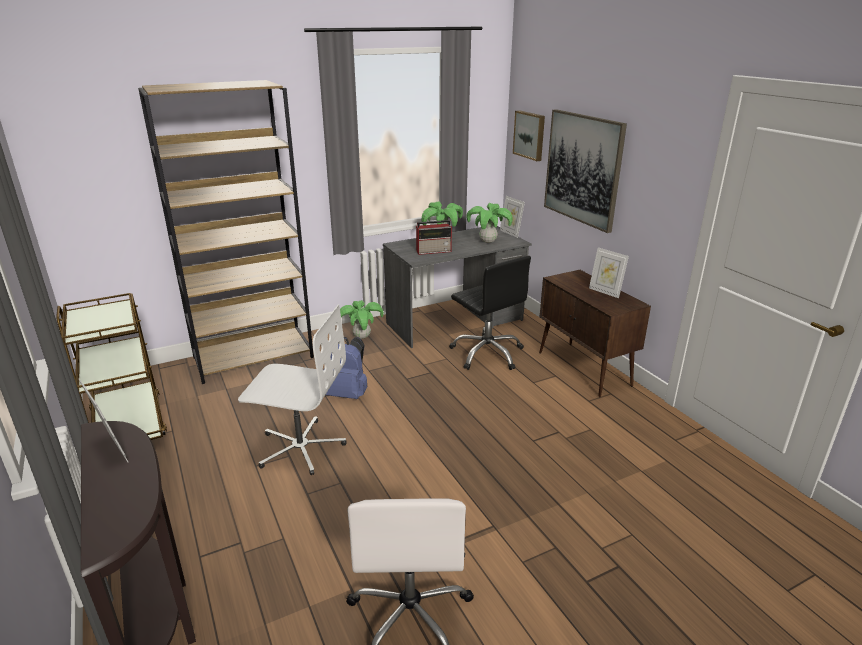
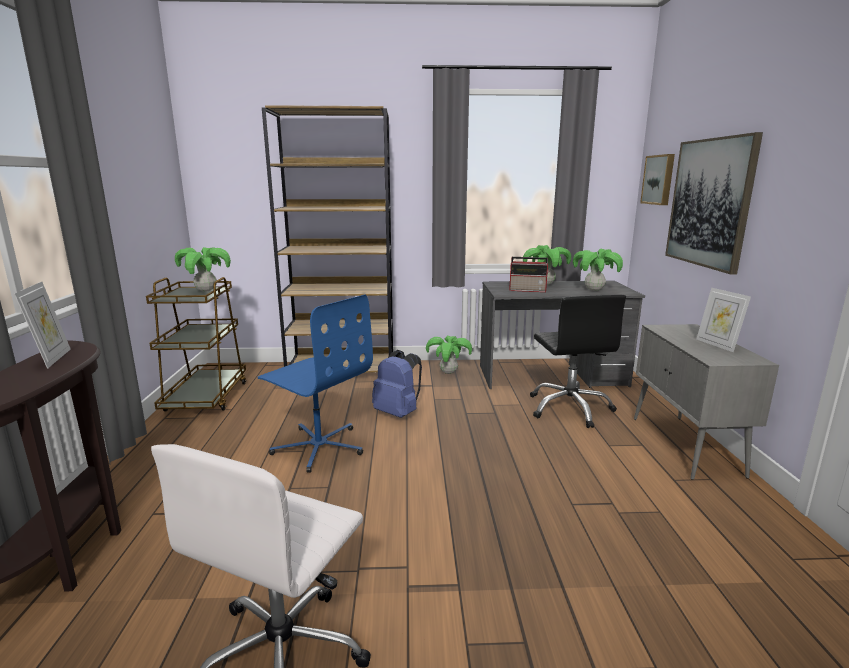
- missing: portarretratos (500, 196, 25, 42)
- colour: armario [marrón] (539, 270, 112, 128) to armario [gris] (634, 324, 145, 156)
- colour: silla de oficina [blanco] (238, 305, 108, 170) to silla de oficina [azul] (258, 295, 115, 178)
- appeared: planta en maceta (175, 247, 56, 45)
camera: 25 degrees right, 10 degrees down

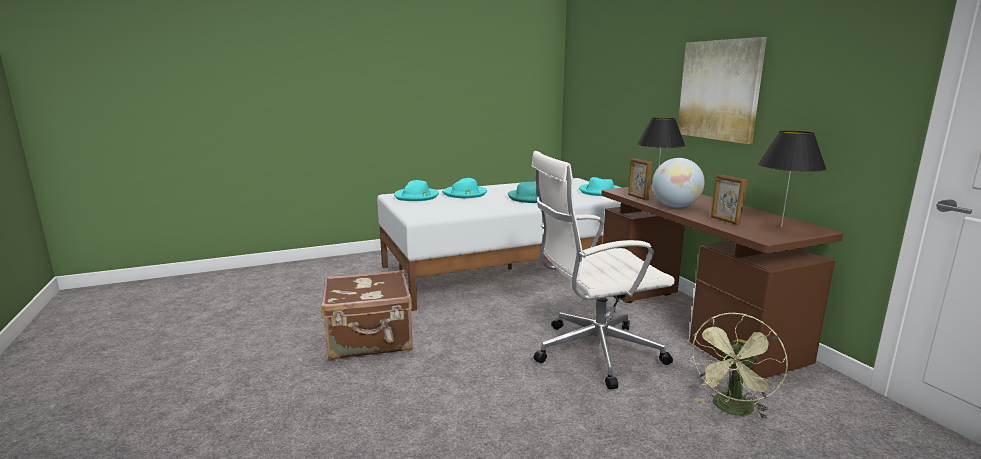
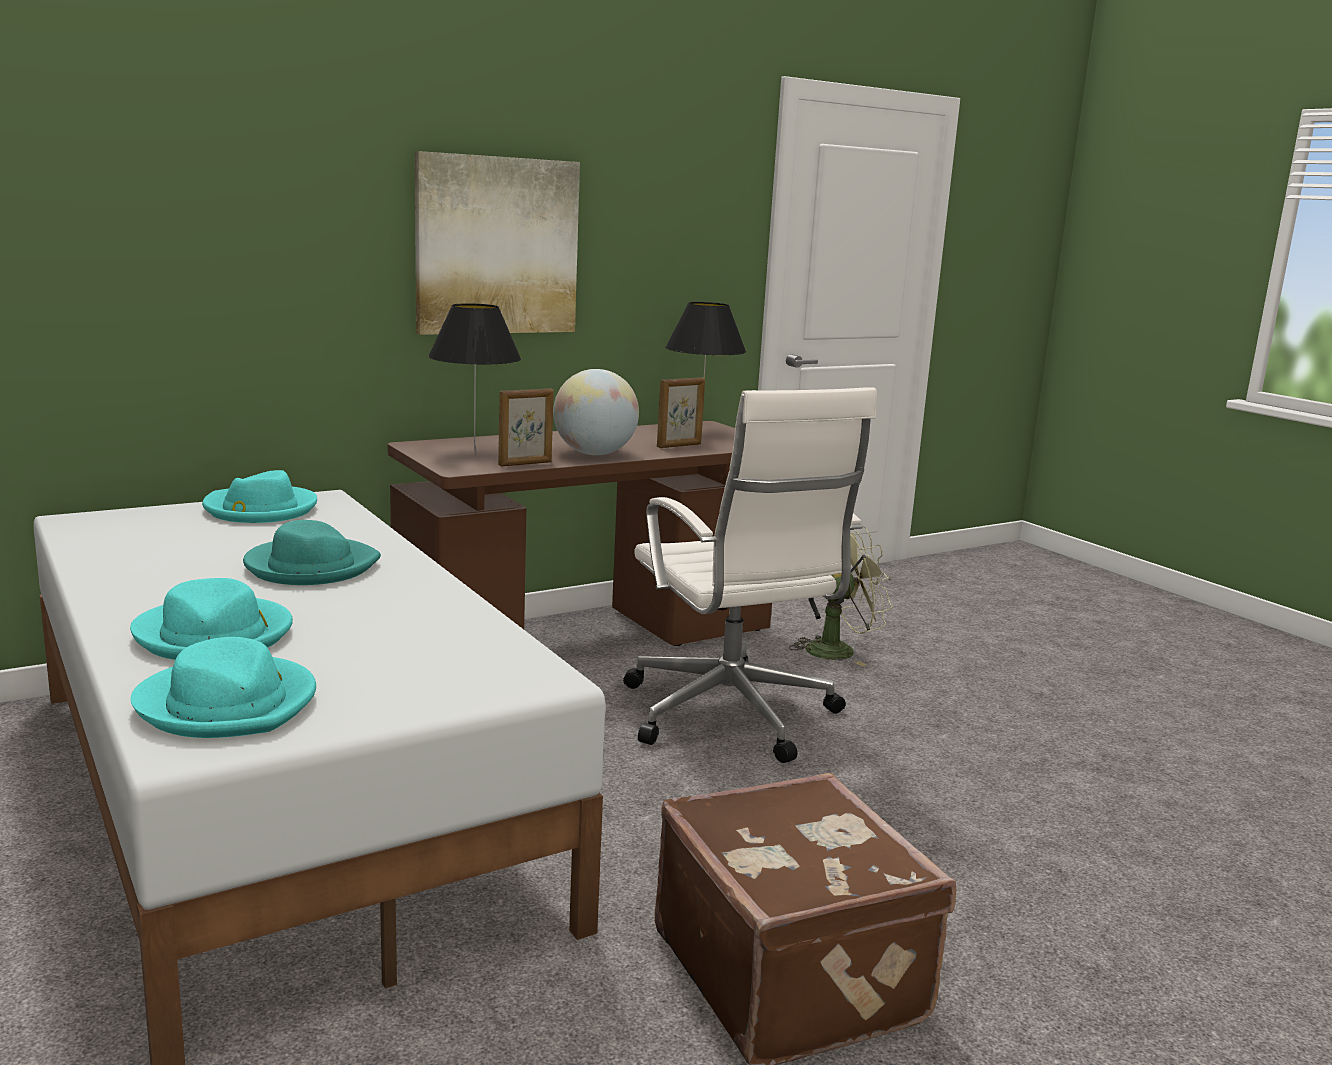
- spun: ventilador [verde] (689, 313, 99, 107) = (789, 526, 104, 140) 45 degrees counterclockwise
camera: 100 degrees left, 0 degrees up

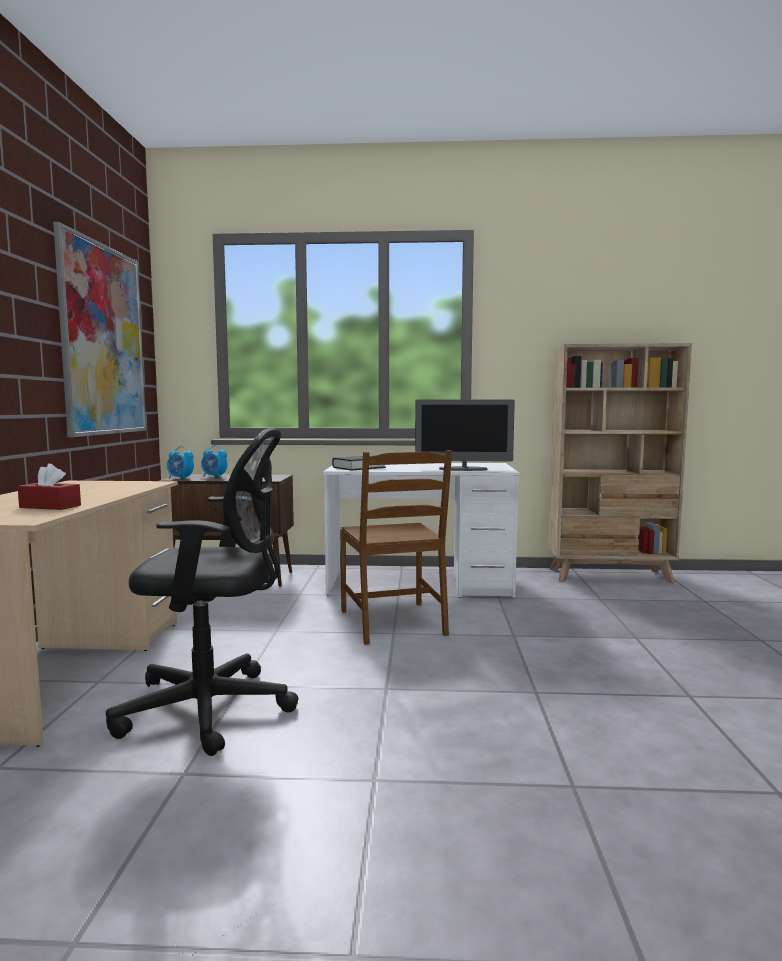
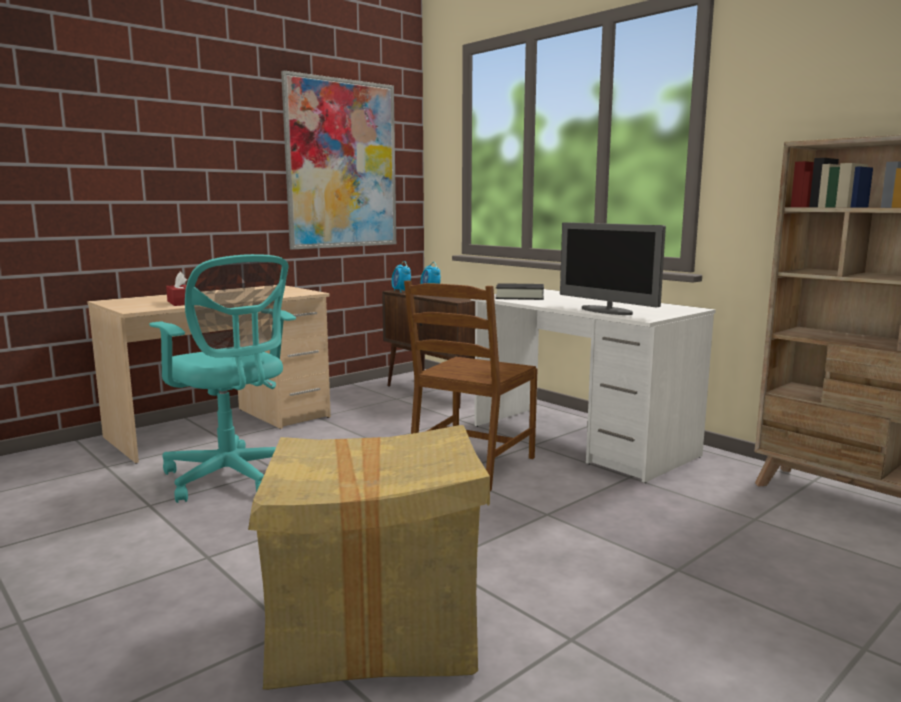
- colour: silla de oficina [negro] (106, 428, 193, 328) to silla de oficina [turquesa] (149, 254, 147, 249)
- appeared: caja de cartón (248, 425, 242, 265)
camera: 45 degrees right, 5 degrees up

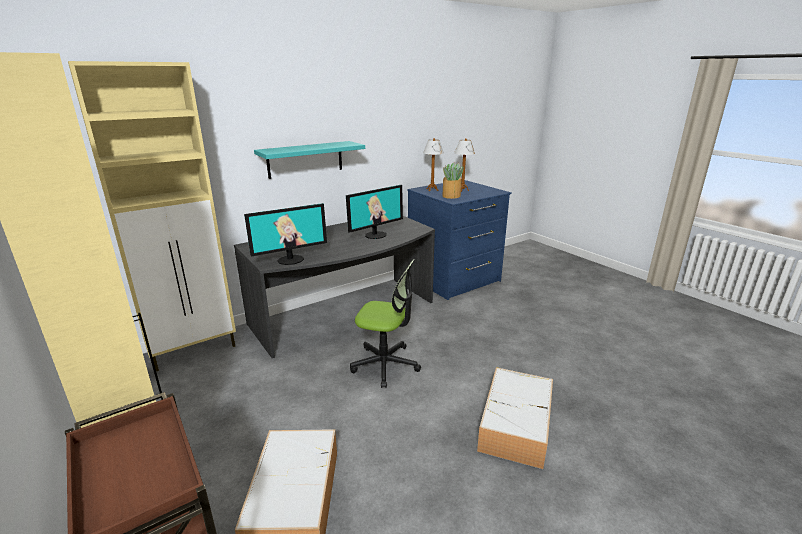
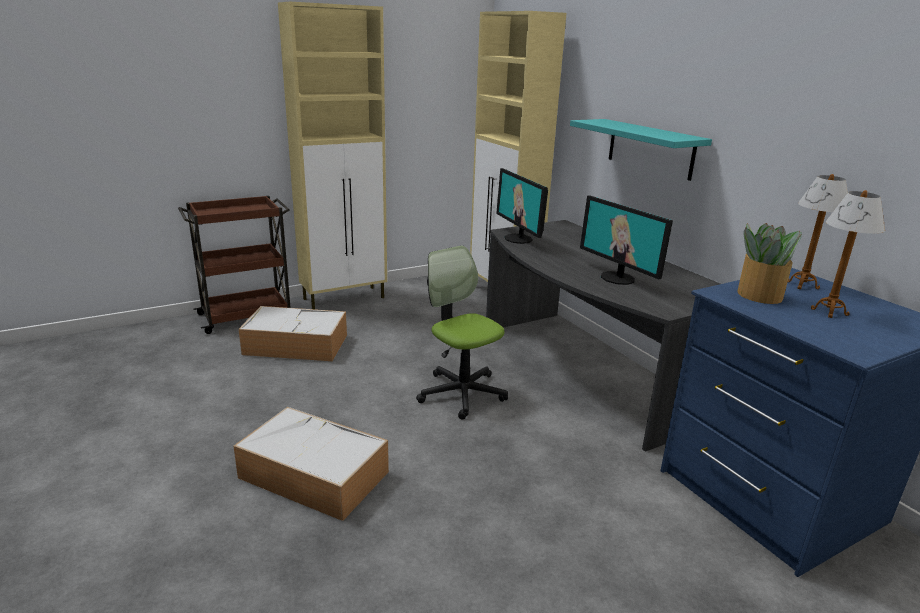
- spun: silla de oficina (350, 259, 71, 129) = (416, 245, 92, 174) 120 degrees clockwise
camera: 95 degrees right, 0 degrees up

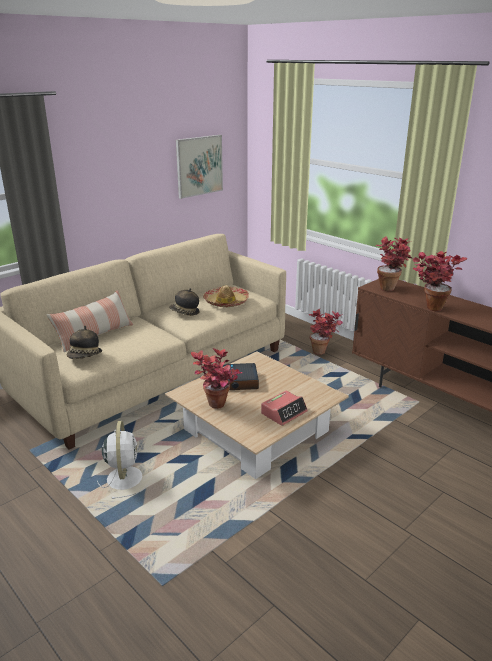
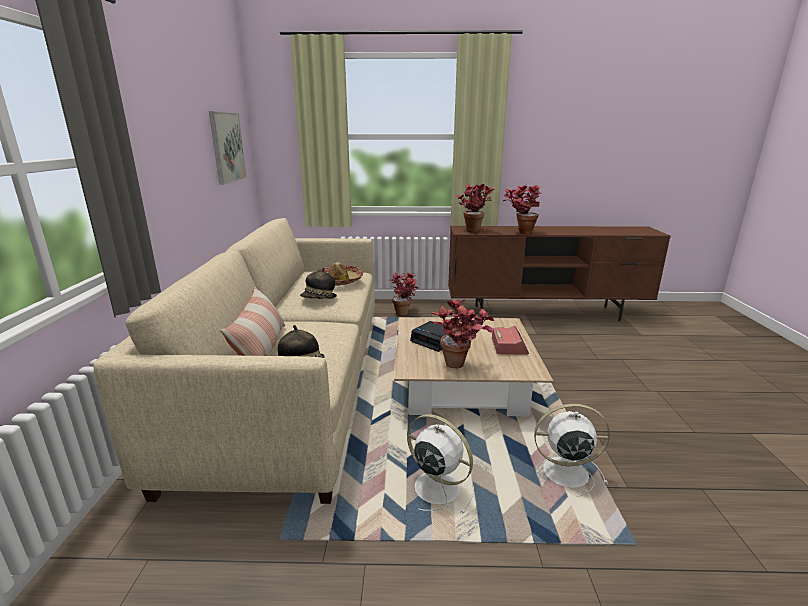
- appeared: ventilador [blanco] (534, 404, 76, 93)
camera: 45 degrees left, 5 degrees down

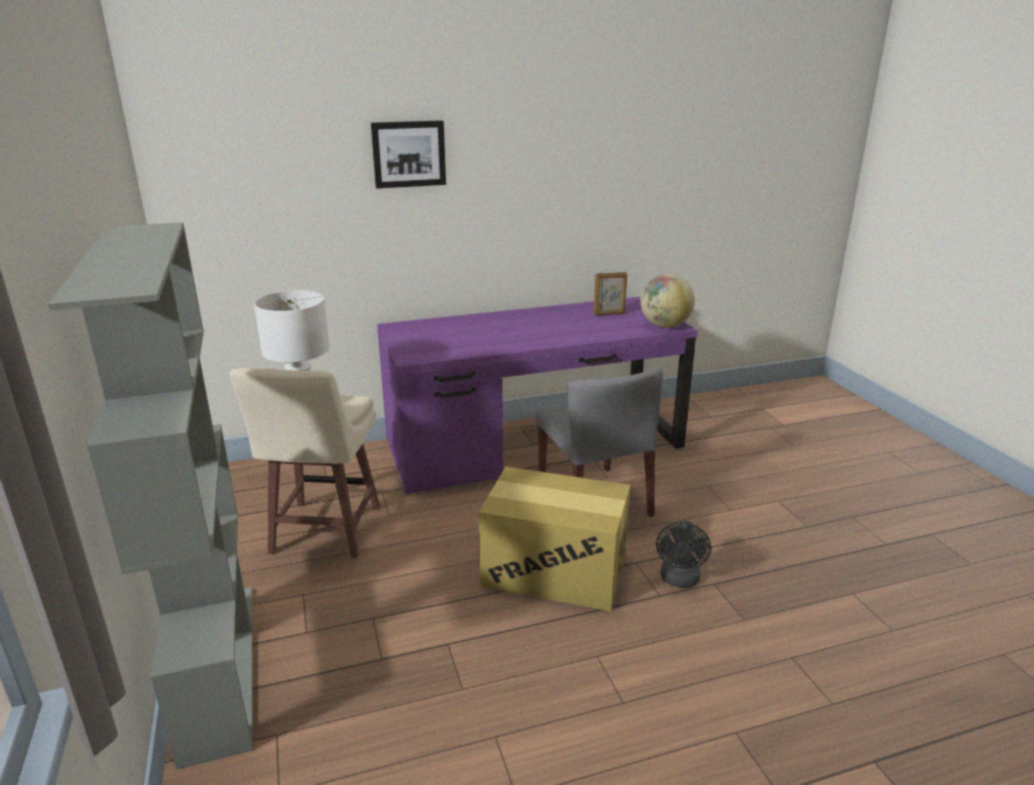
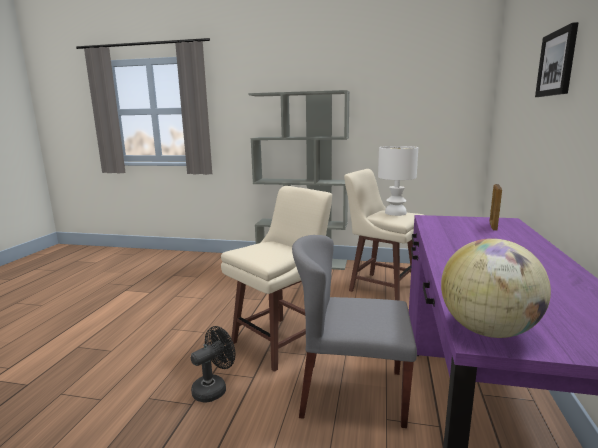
- relocated: portarretratos (593, 272, 34, 43) to (489, 184, 13, 47)
- exchanged: caja de cartón (479, 467, 151, 144) to taburete [beis] (221, 186, 111, 186)
- spun: ventilador [negro] (656, 520, 55, 68) = (191, 326, 44, 77) 90 degrees clockwise
camera: 120 degrees right, 10 degrees down

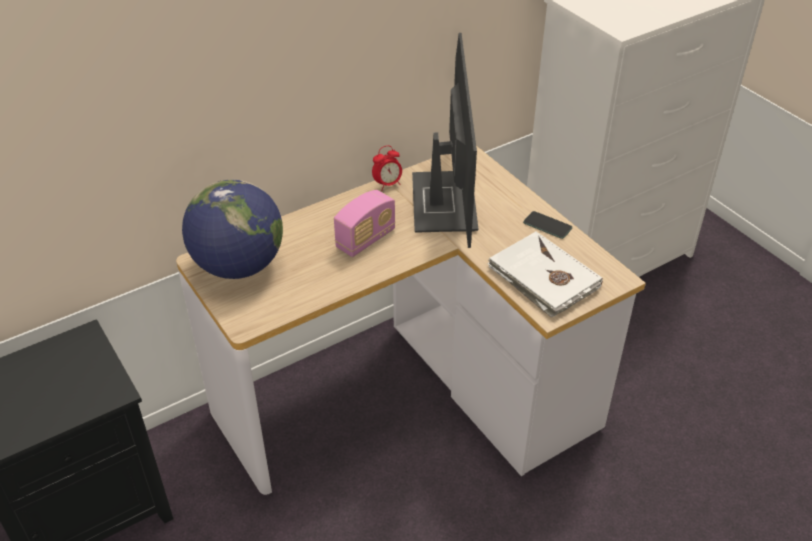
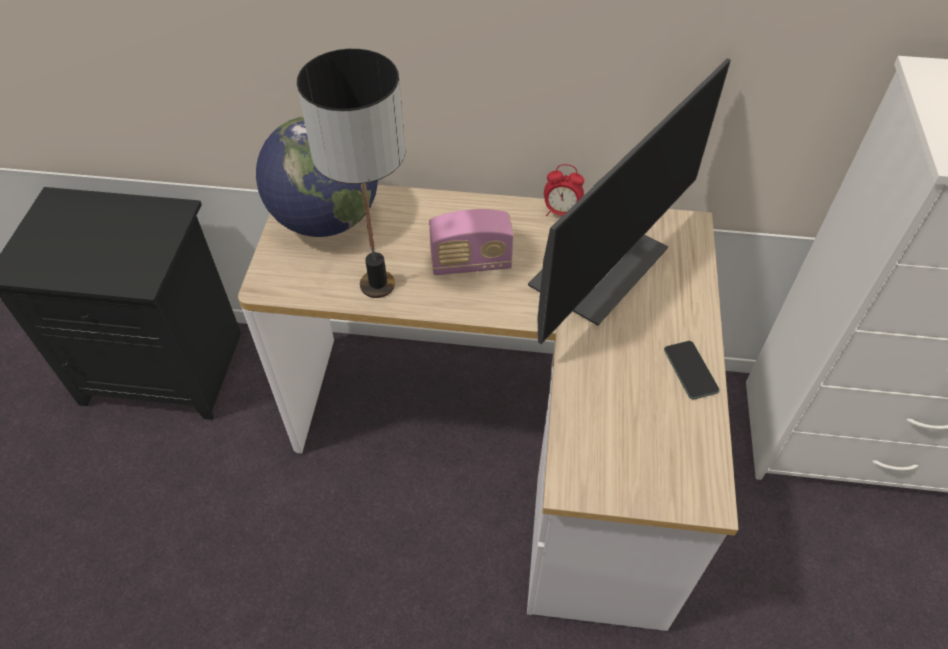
- missing: libro [blanco] (487, 231, 116, 86)
- appeared: lámpara de mesa (297, 49, 108, 249)
camera: 40 degrees right, 10 degrees up

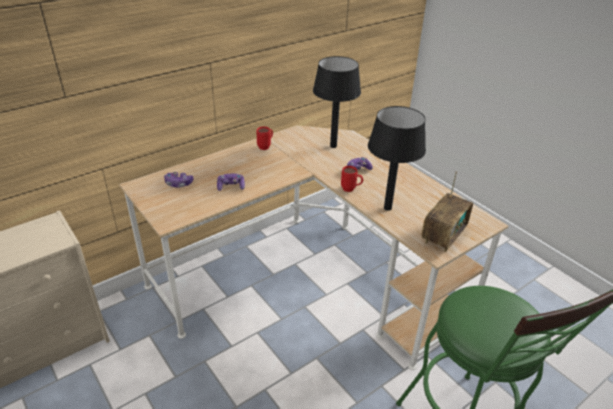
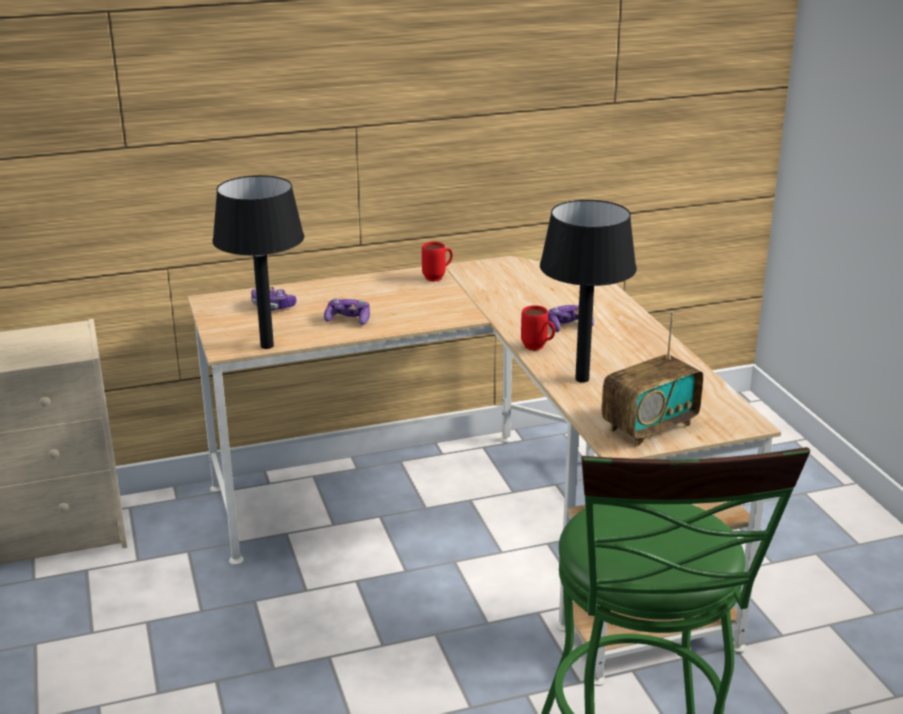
- relocated: lámpara de mesa [negro] (313, 56, 48, 92) to (212, 175, 92, 174)
camera: 20 degrees right, 10 degrees down

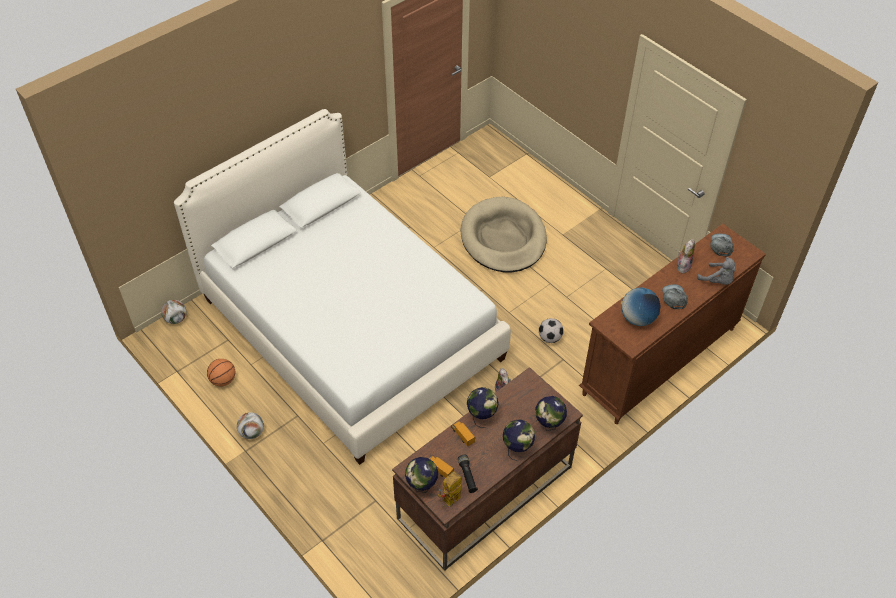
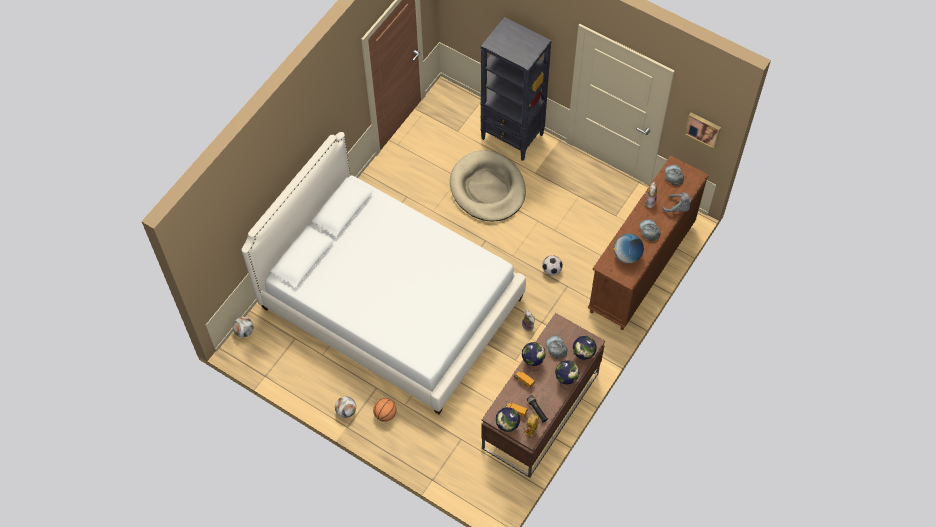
- relocated: balón de baloncesto (207, 359, 28, 28) to (373, 398, 24, 24)
- appeared: estantería [negro] (480, 17, 71, 144)
- appeared: cuadro (684, 113, 37, 37)
- appeared: gorra [gris] (546, 335, 21, 24)
camera: 15 degrees left, 10 degrees up

